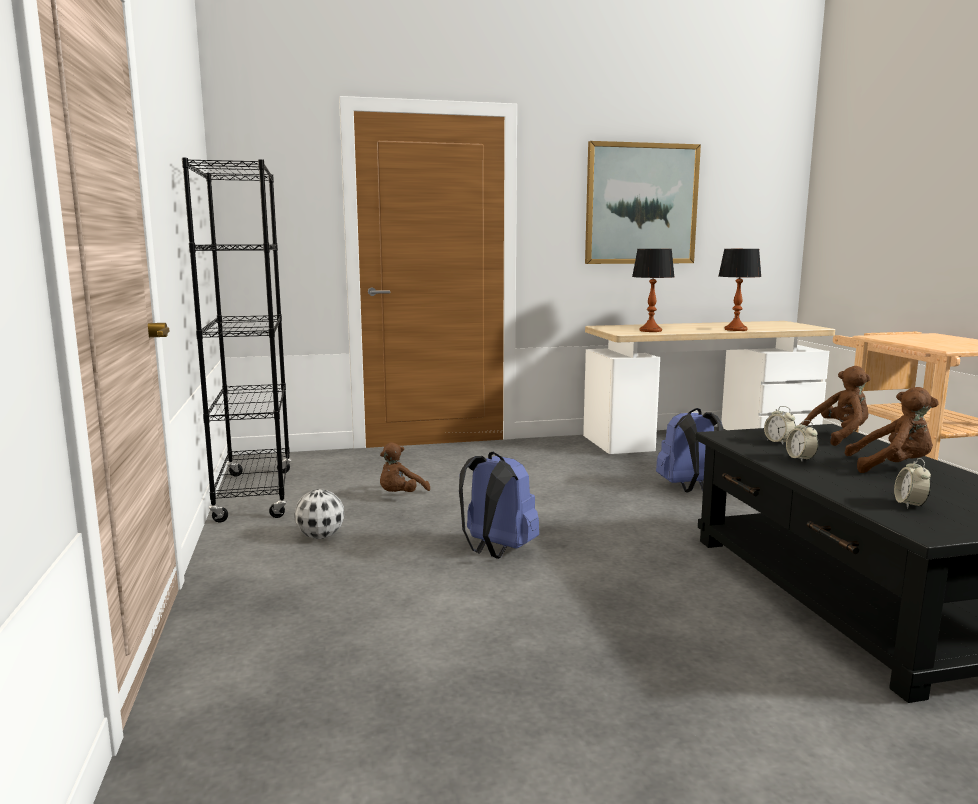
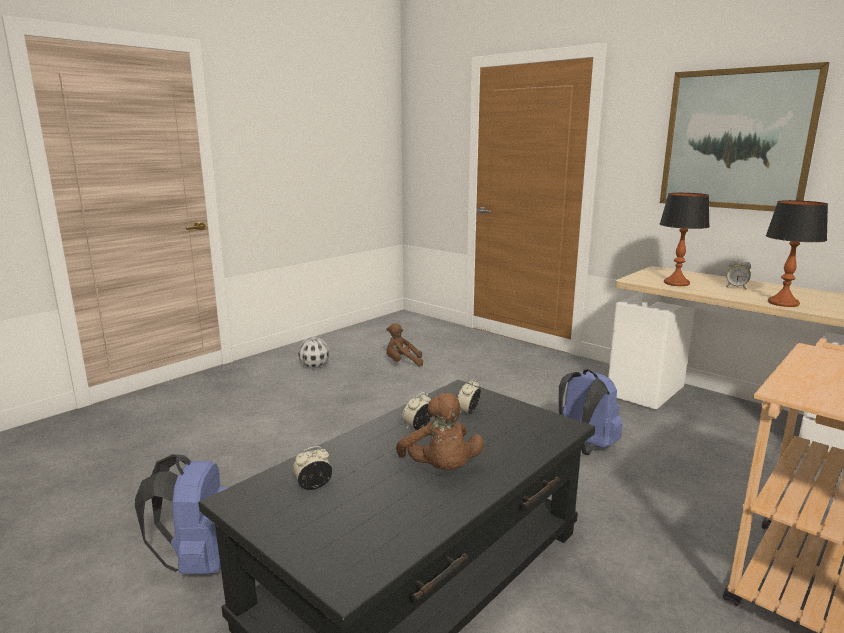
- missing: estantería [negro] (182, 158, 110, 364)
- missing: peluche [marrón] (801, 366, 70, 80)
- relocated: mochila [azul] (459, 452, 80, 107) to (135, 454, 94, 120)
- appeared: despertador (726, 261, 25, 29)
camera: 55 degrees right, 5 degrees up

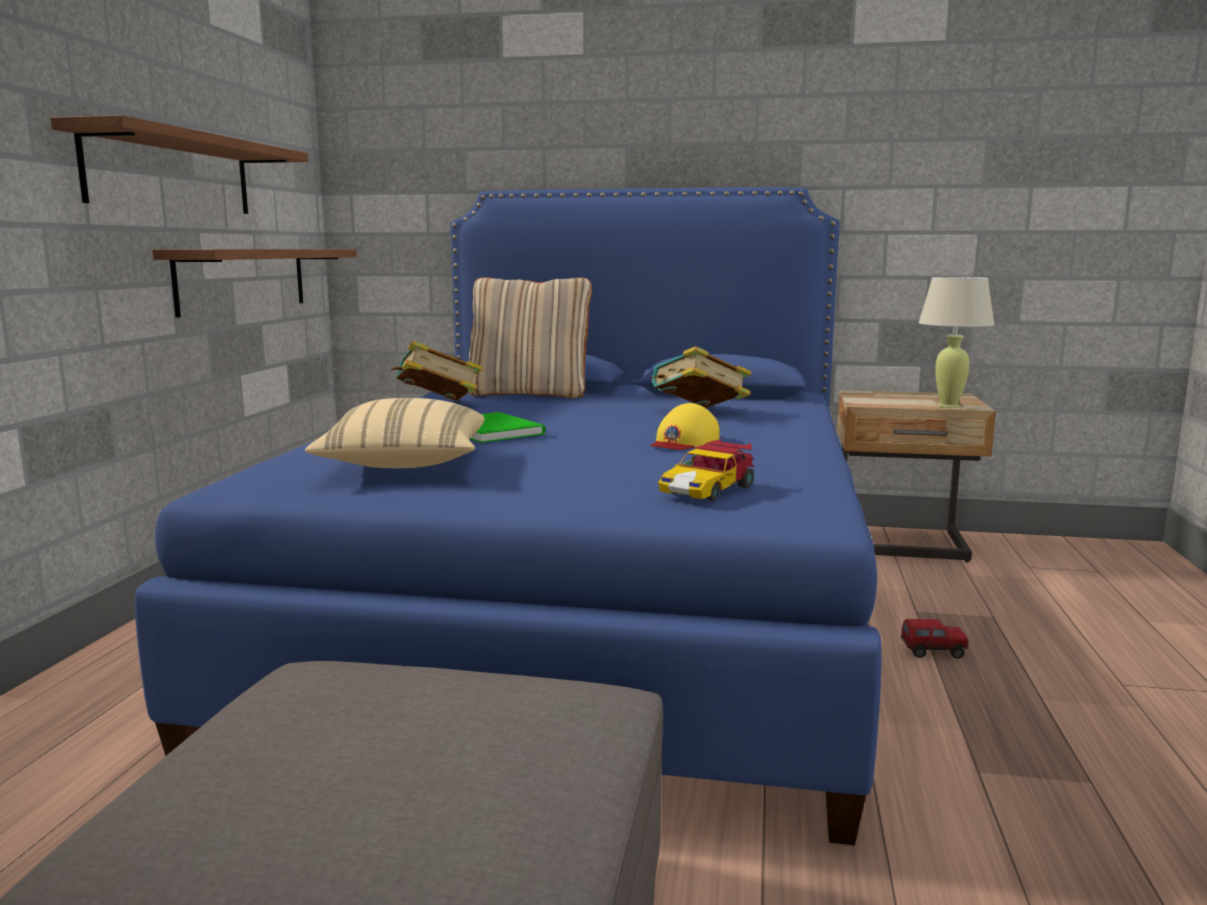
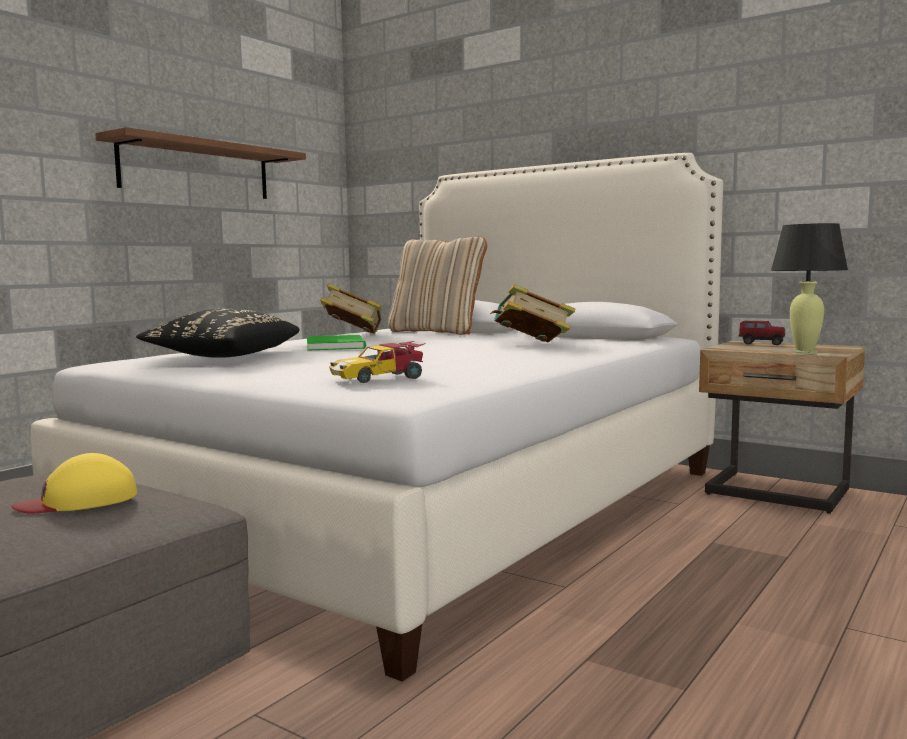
- colour: cama [azul] (135, 187, 747, 659) to cama [blanco] (31, 153, 692, 529)
- missing: estante (152, 249, 205, 69)
- colour: lámpara de mesa [beis] (919, 277, 75, 131) to lámpara de mesa [negro] (771, 223, 77, 131)
- colour: cojín [beis] (305, 398, 180, 70) to cojín [negro] (136, 309, 164, 49)
- relocated: gorra [amarillo] (651, 403, 69, 47) to (11, 453, 126, 61)
- relocated: camión de juguete (901, 619, 67, 40) to (739, 321, 46, 24)
camera: 25 degrees right, 5 degrees down

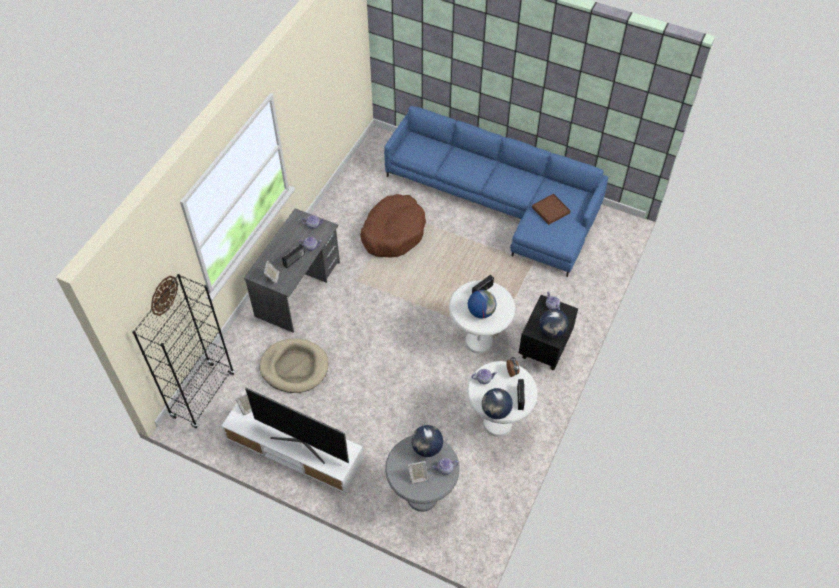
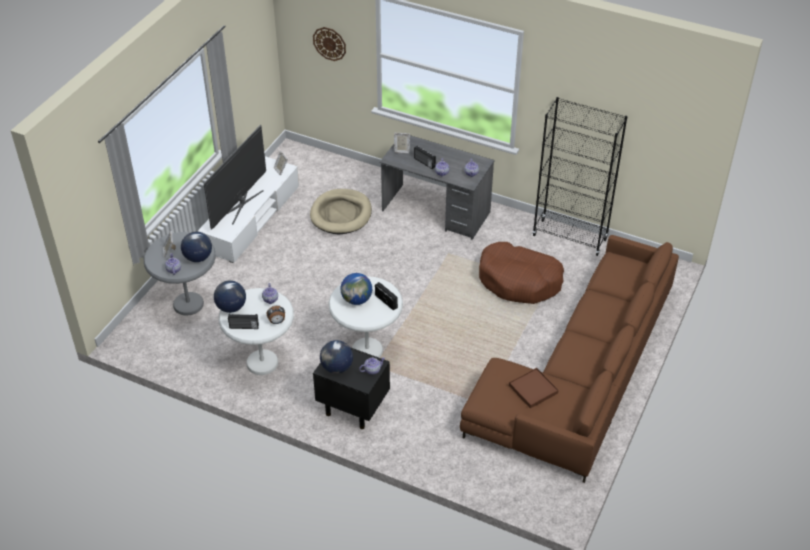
- colour: sofá [azul] (384, 106, 224, 171) to sofá [marrón] (460, 235, 219, 248)
- relocated: estantería [negro] (132, 274, 102, 155) to (532, 97, 96, 159)
camera: 90 degrees right, 10 degrees down

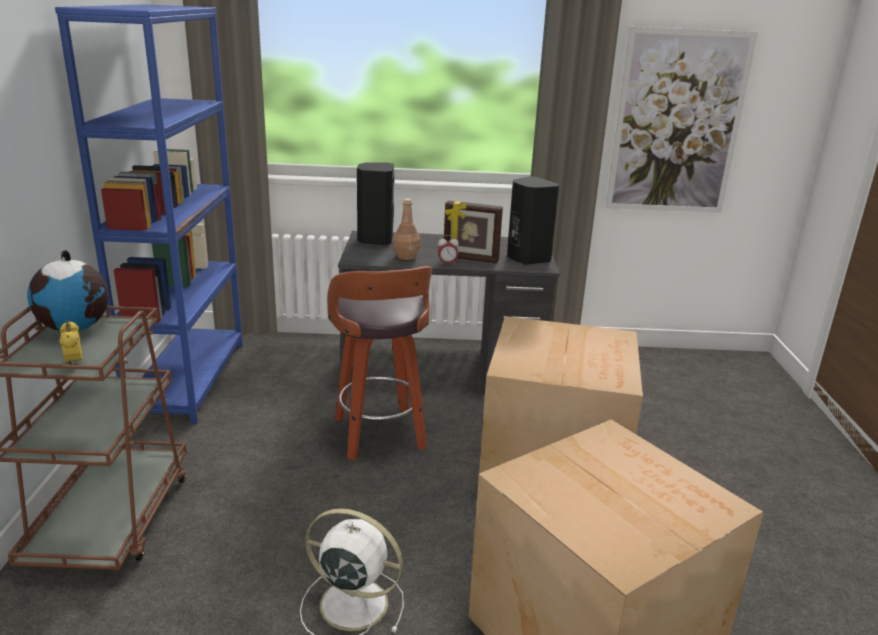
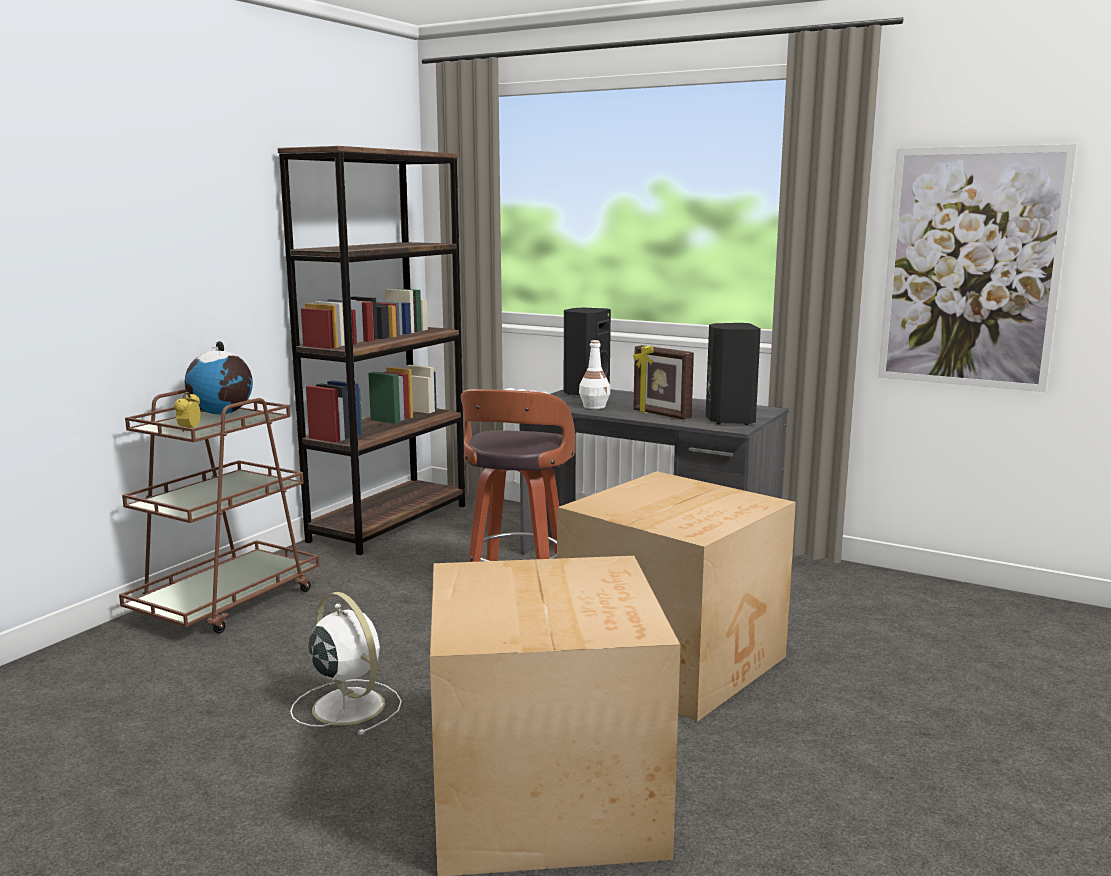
- colour: estantería [azul] (55, 4, 188, 420) to estantería [marrón] (277, 146, 188, 409)
- colour: botella [marrón] (393, 198, 27, 62) to botella [blanco] (579, 340, 31, 69)
- missing: despertador (438, 235, 21, 29)
camera: 30 degrees right, 10 degrees down

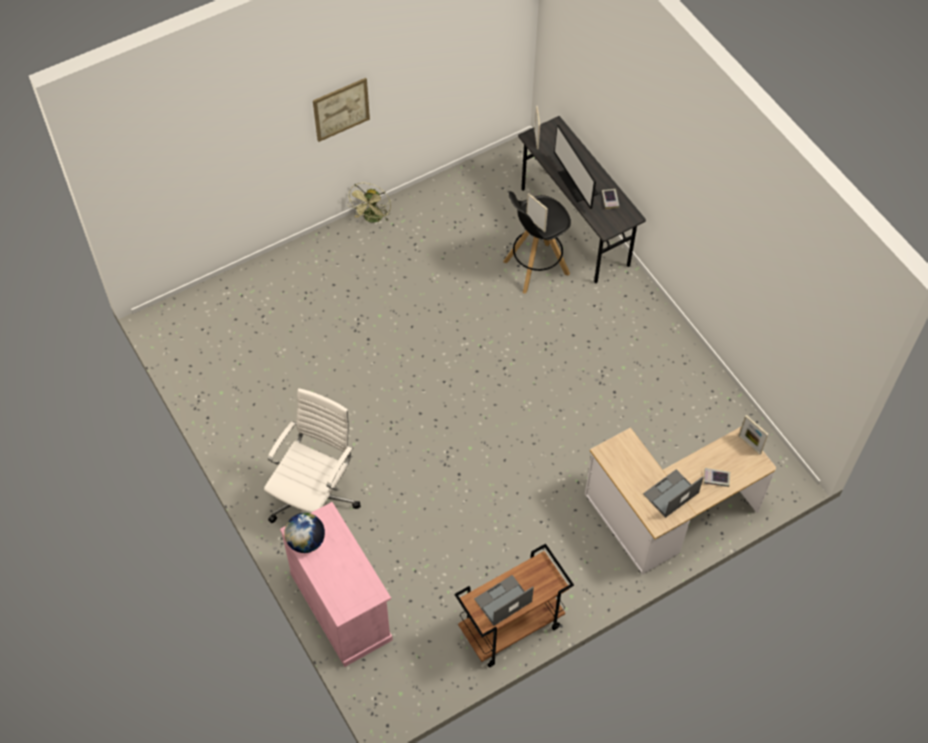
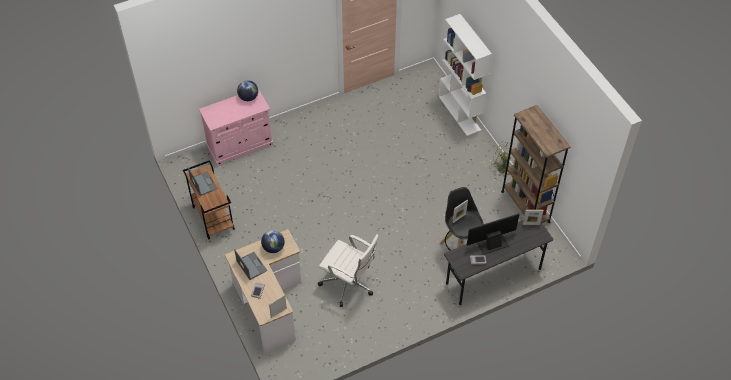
- missing: cuadro (313, 78, 57, 64)
- relocated: silla de oficina [blanco] (264, 388, 97, 135) to (318, 234, 61, 73)
- appeared: estantería [blanco] (439, 14, 53, 122)
- appeared: estantería [marrón] (501, 105, 69, 118)
- appeared: globo terráqueo (261, 230, 24, 23)
camera: 95 degrees right, 5 degrees down

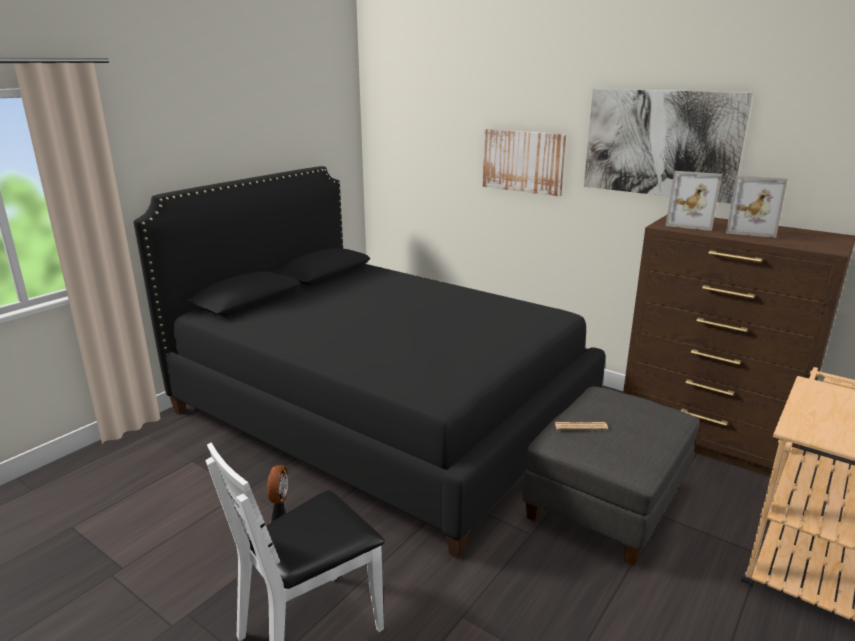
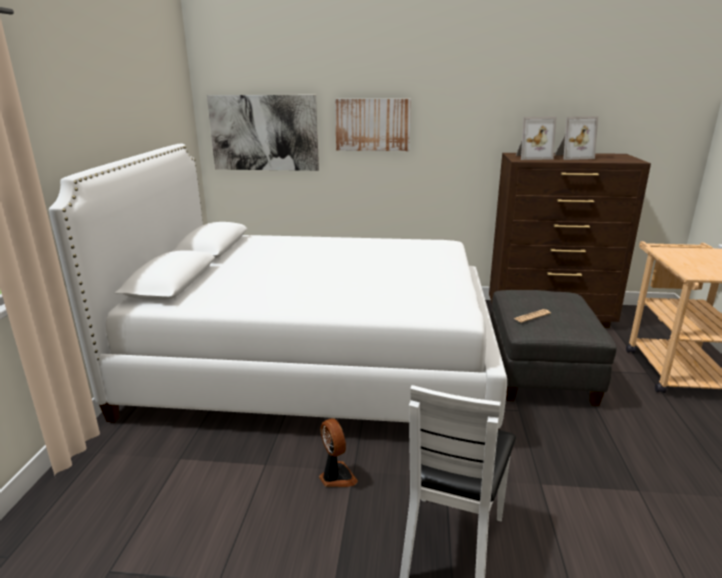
- relocated: cuadro (584, 89, 169, 115) to (207, 95, 112, 76)
- colour: cama [negro] (133, 166, 472, 393) to cama [blanco] (49, 144, 458, 286)
camera: 30 degrees left, 0 degrees up

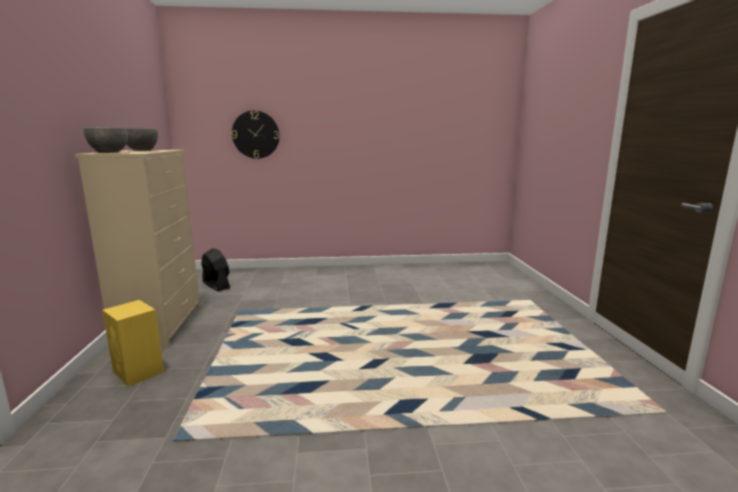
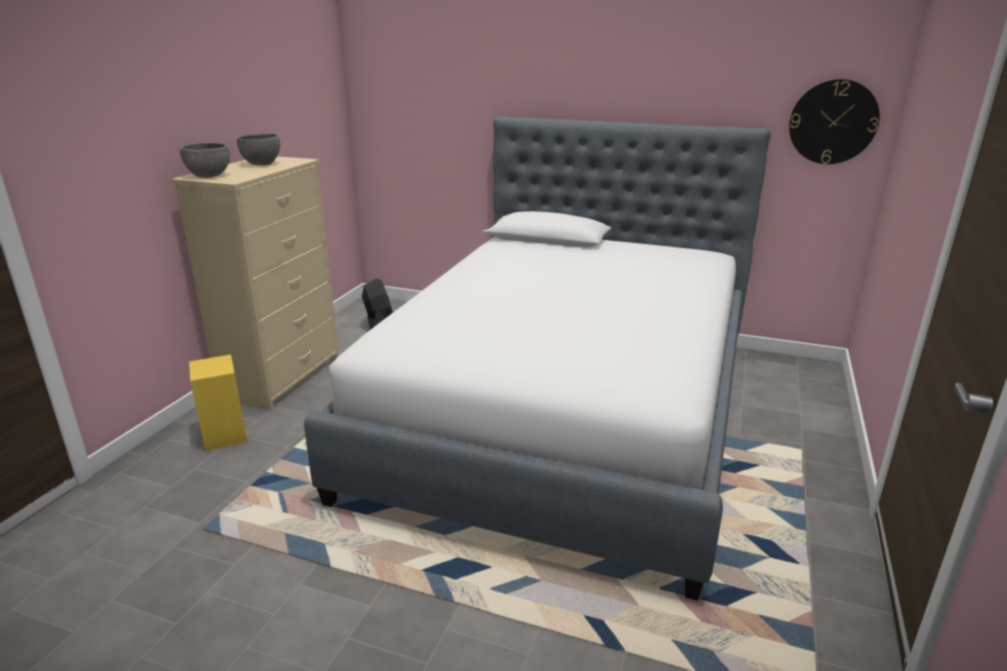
- relocated: reloj de pared (232, 111, 48, 48) to (789, 79, 91, 85)
- appeared: cama (304, 116, 467, 485)
camera: 25 degrees right, 10 degrees up

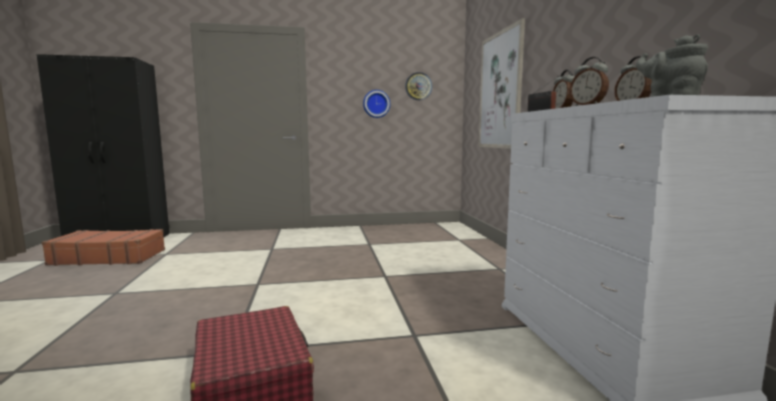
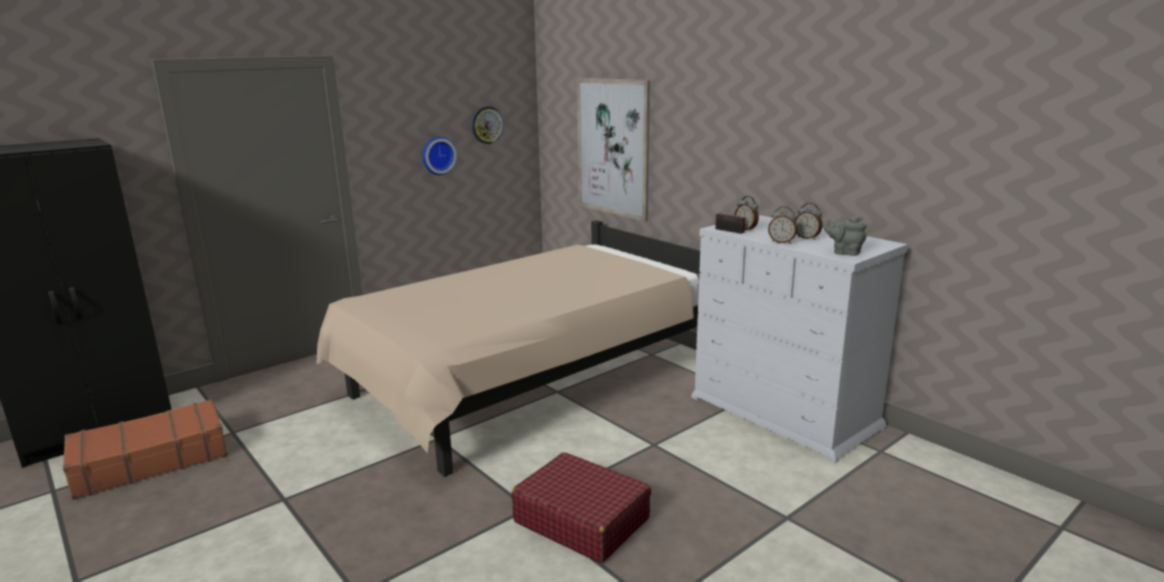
- appeared: cama [beis] (316, 220, 385, 257)
camera: 30 degrees left, 10 degrees up

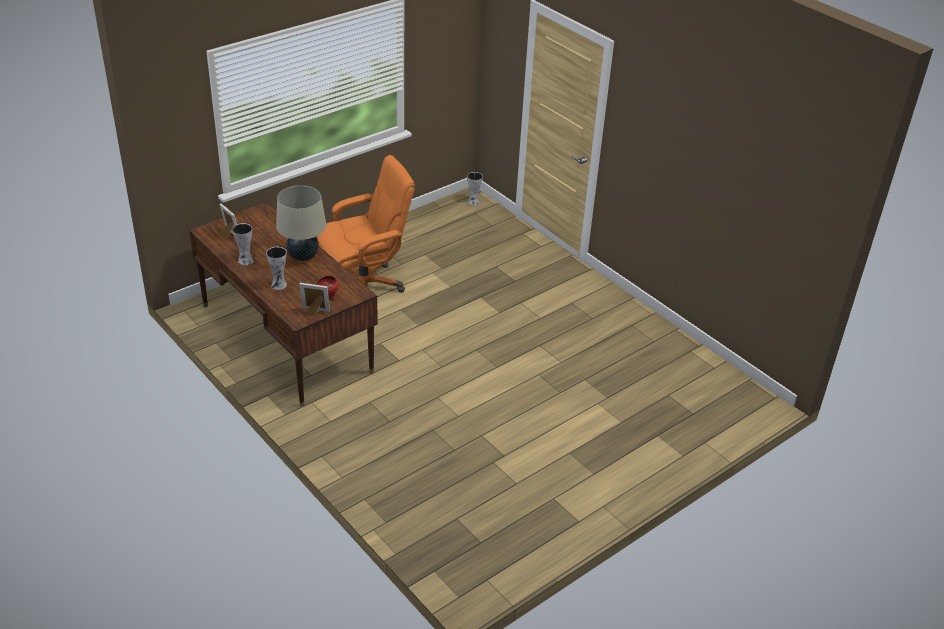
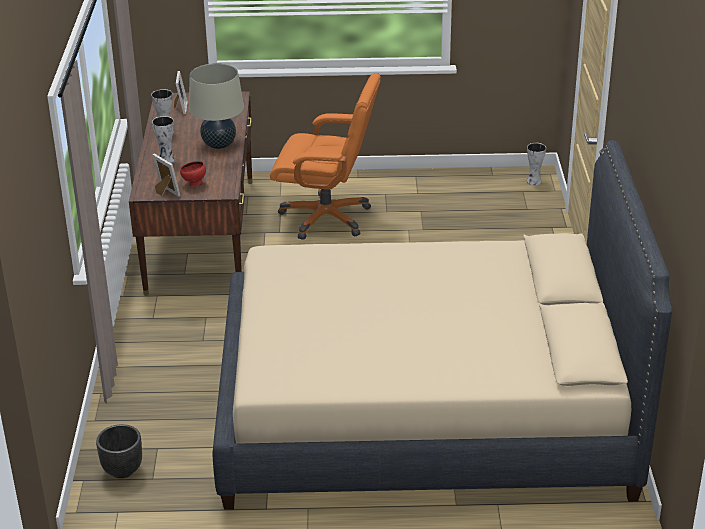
- appeared: cama [beis] (212, 140, 460, 370)
- appeared: maceta [negro] (96, 424, 46, 54)
camera: 40 degrees right, 5 degrees down

